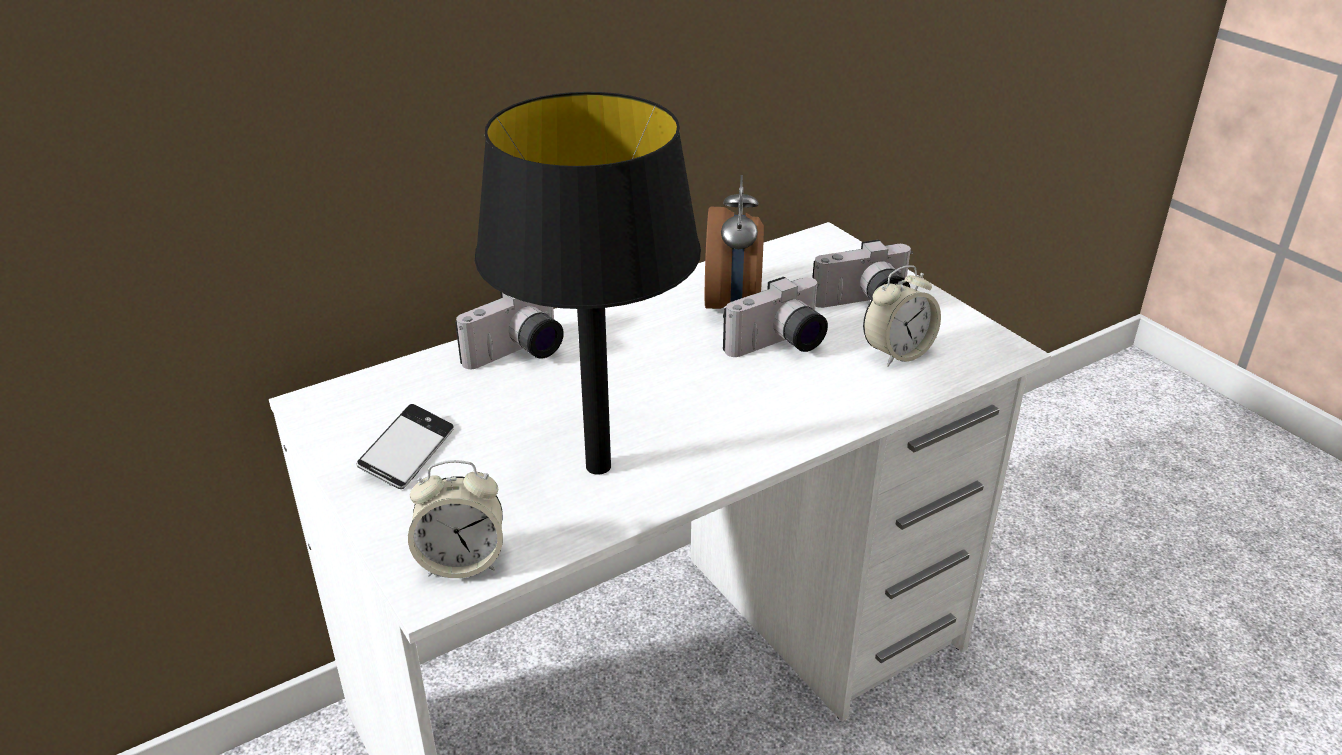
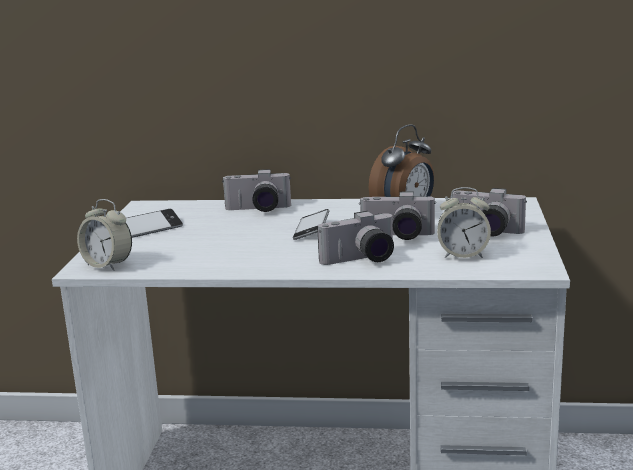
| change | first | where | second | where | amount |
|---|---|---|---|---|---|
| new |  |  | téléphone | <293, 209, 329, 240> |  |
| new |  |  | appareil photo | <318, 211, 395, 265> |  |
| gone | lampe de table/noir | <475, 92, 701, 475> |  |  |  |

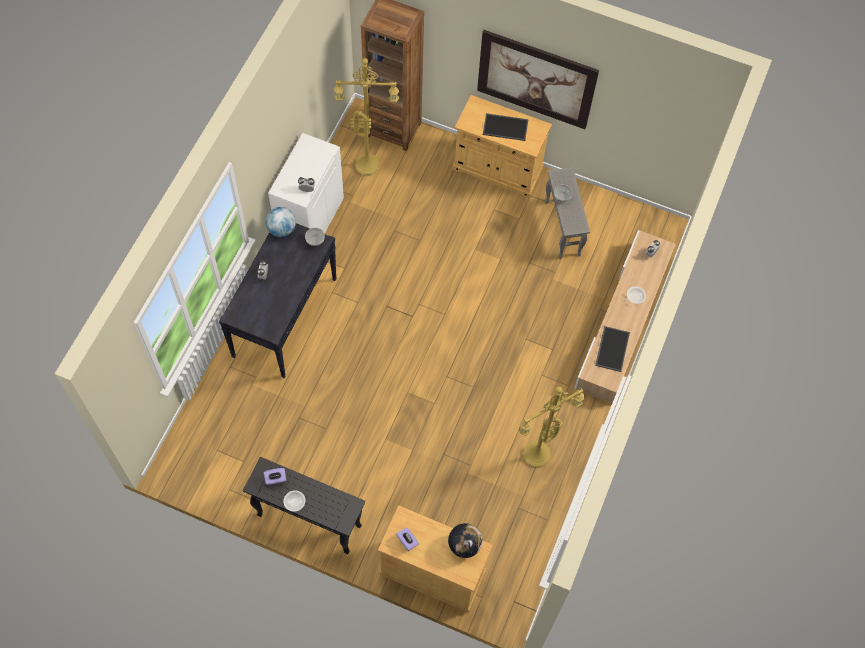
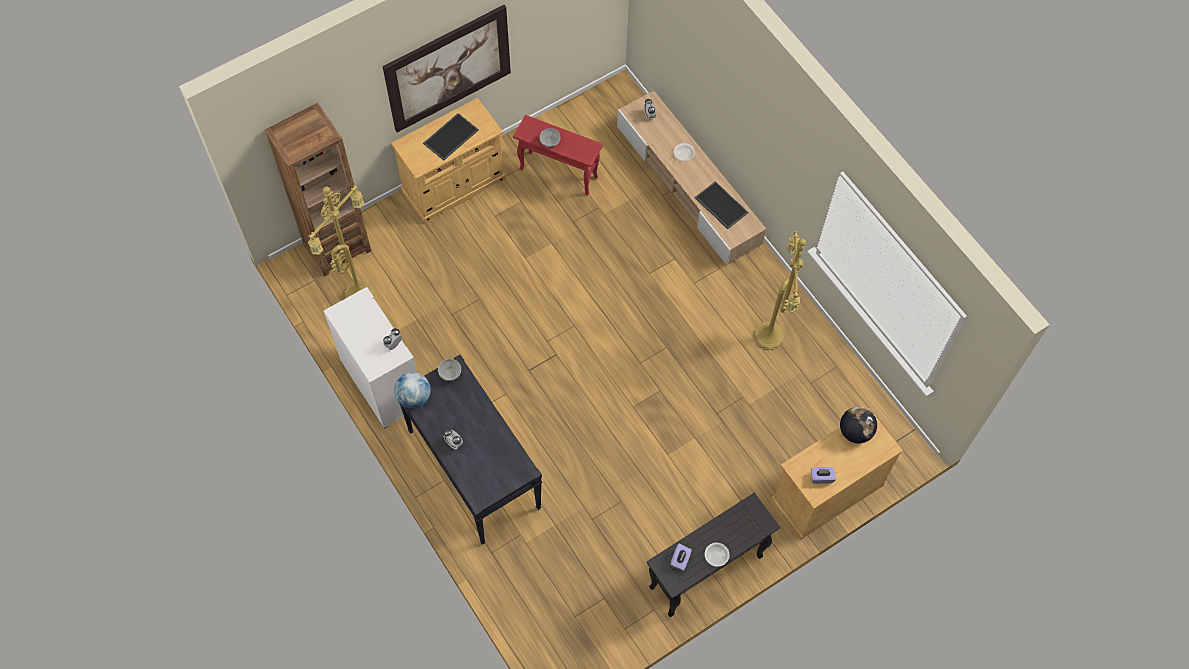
| change | first | where | second | where | amount |
|---|---|---|---|---|---|
| repainted | table d'appoint/gris | <545, 167, 590, 259> | table d'appoint/rouge | <513, 115, 603, 195> |  |

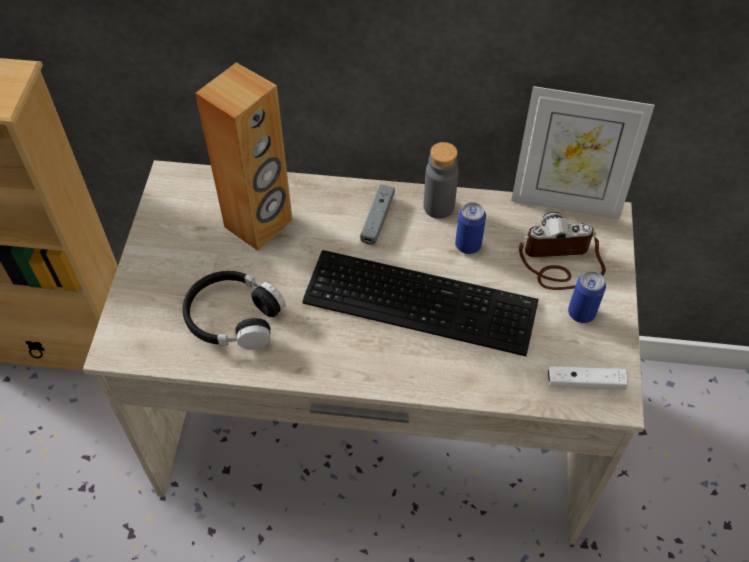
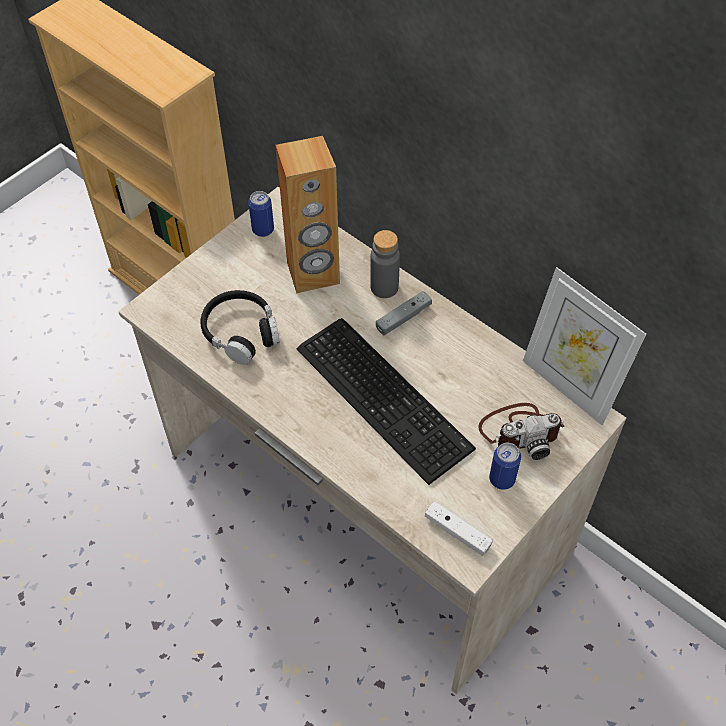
| change | first | where | second | where | amount |
|---|---|---|---|---|---|
| shifted | boîte métallique | <455, 202, 486, 254> |  | <248, 191, 274, 237> |  |
| shifted | bouteille/gris | <424, 142, 459, 219> |  | <370, 230, 400, 298> |  |
| rotated | appareil photo | <519, 212, 606, 290> |  | <478, 403, 565, 460> | 135 degrees clockwise |

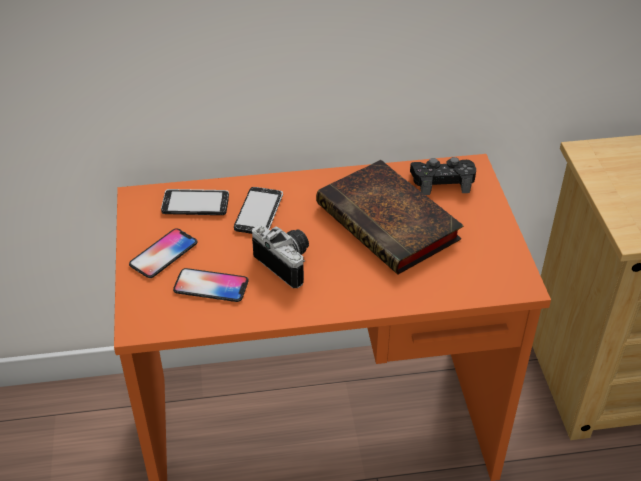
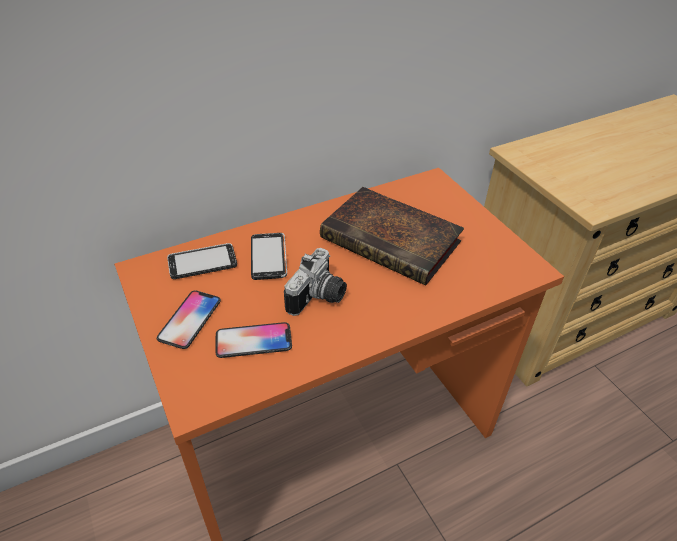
| change | first | where | second | where | amount |
|---|---|---|---|---|---|
| rotated | appareil photo | <252, 225, 309, 288> |  | <284, 248, 347, 316> | 90 degrees clockwise |
| gone | manette/noir | <410, 157, 476, 195> |  |  |  |

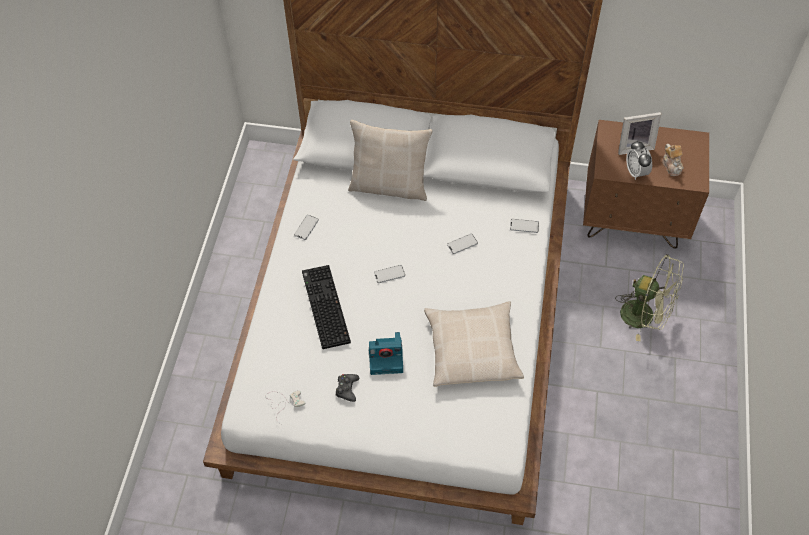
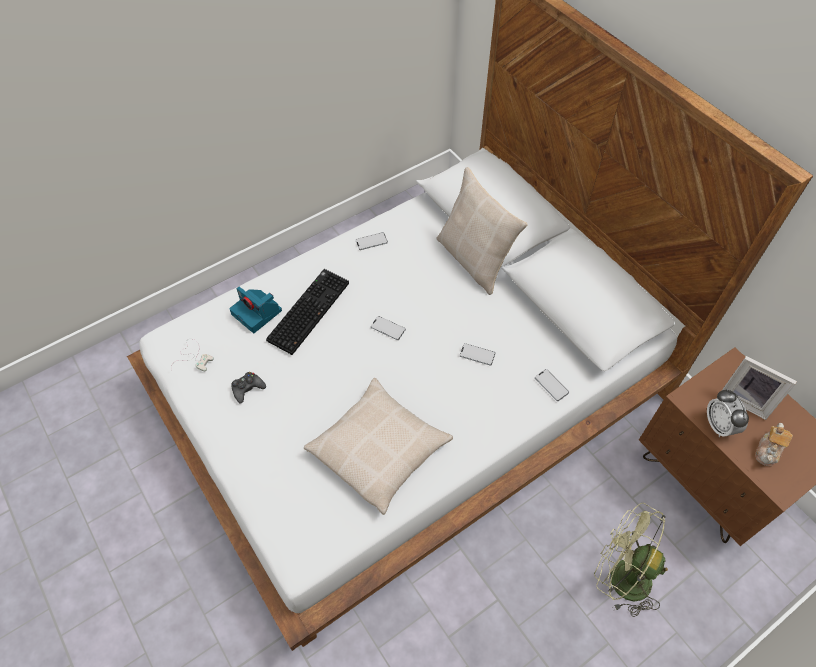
| change | first | where | second | where | amount |
|---|---|---|---|---|---|
| shifted | appareil photo | <369, 332, 403, 375> |  | <229, 287, 282, 333> |  |
| rotated | ventilateur/vert | <615, 254, 684, 341> |  | <594, 503, 668, 617> | 135 degrees clockwise |
| rotated | réveil | <626, 140, 652, 180> |  | <707, 389, 749, 437> | 45 degrees counterclockwise |

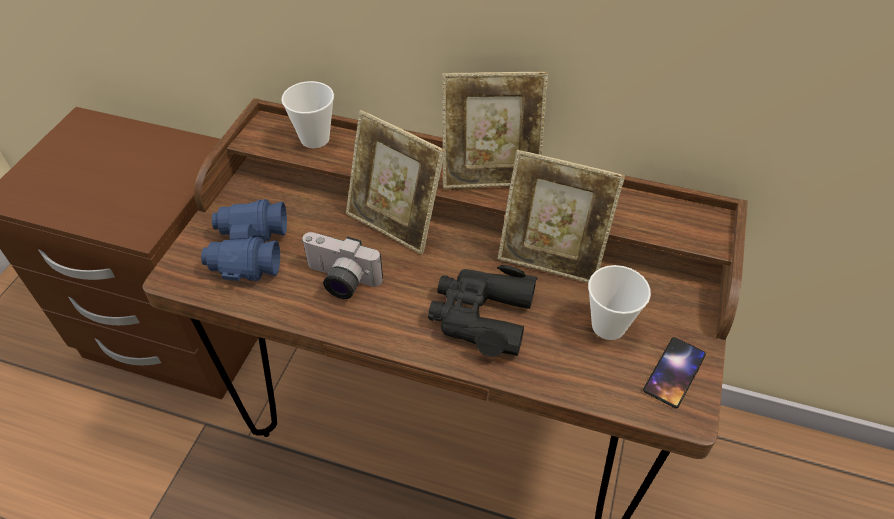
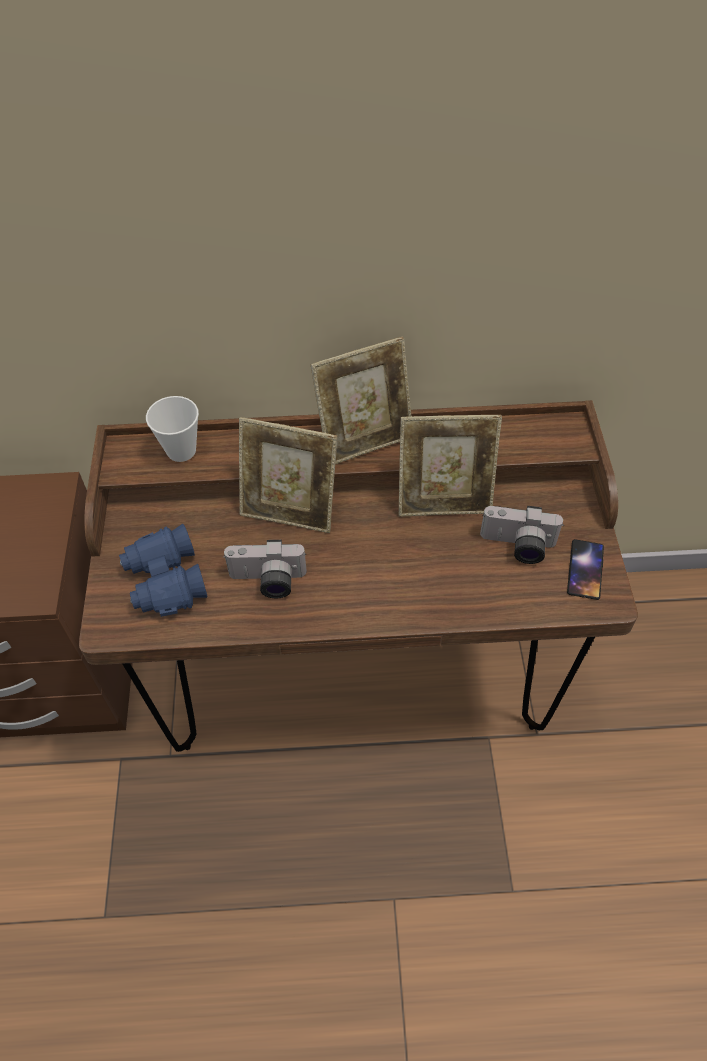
| change | first | where | second | where | amount |
|---|---|---|---|---|---|
| swapped | tasse | <588, 265, 651, 340> | appareil photo | <480, 506, 563, 564> |  |
| gone | jumelles/noir | <428, 265, 538, 357> |  |  |  |

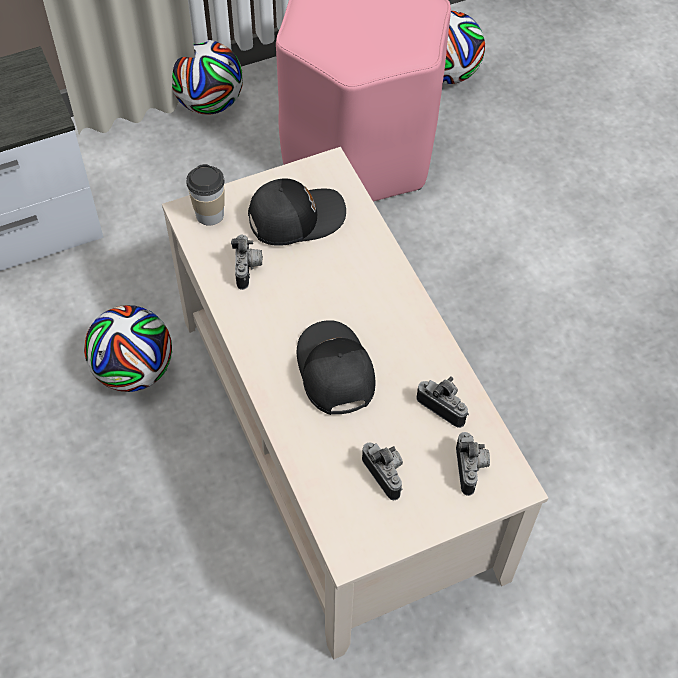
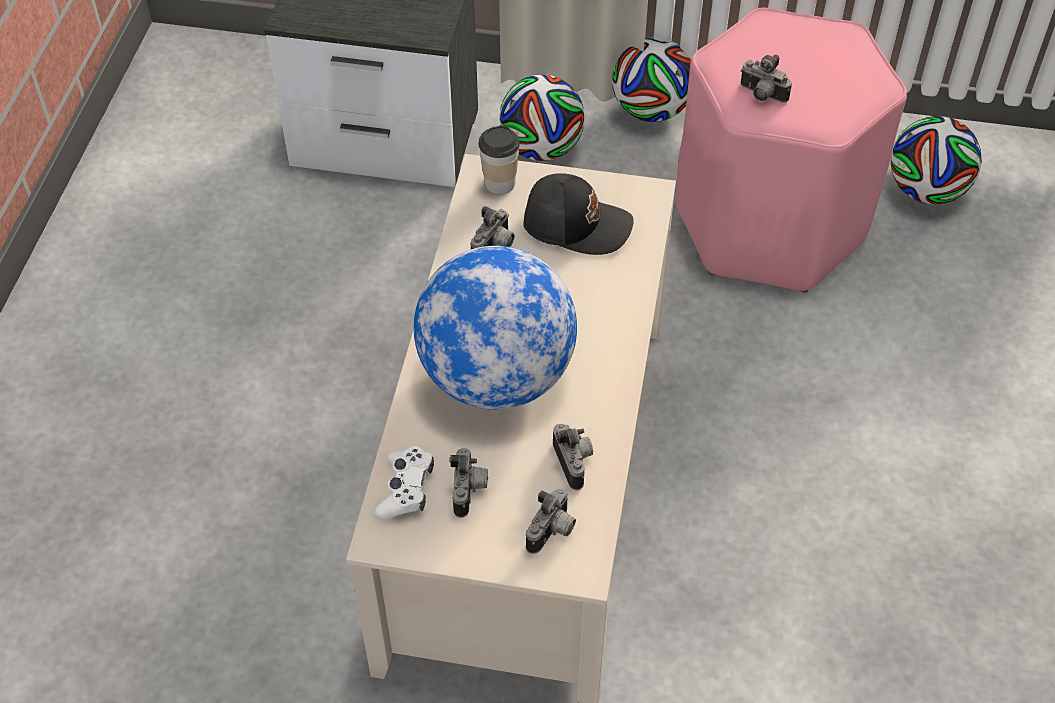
| change | first | where | second | where | amount |
|---|---|---|---|---|---|
| new |  |  | manette/blanc | <375, 446, 434, 519> |  |
| swapped | casquette/noir | <297, 320, 375, 415> | globe | <414, 246, 577, 410> |  |
| shifted | ballon de foot | <84, 305, 172, 392> |  | <499, 74, 585, 161> |  |
| new |  |  | appareil photo | <740, 54, 792, 103> |  |

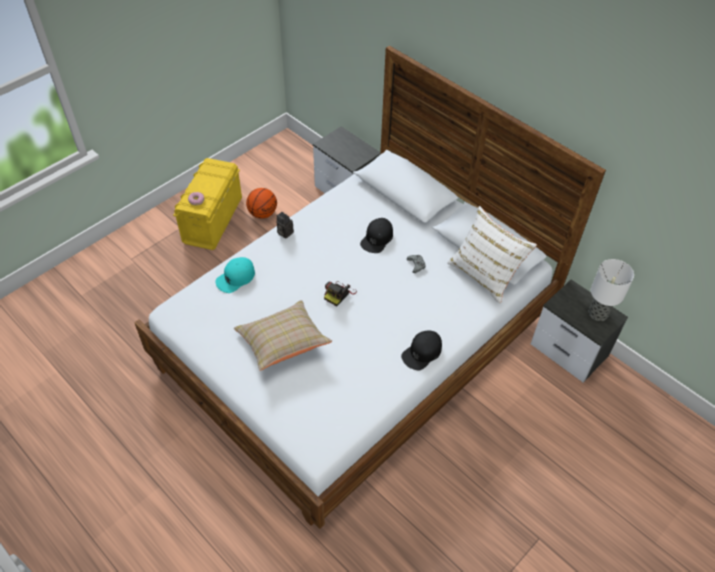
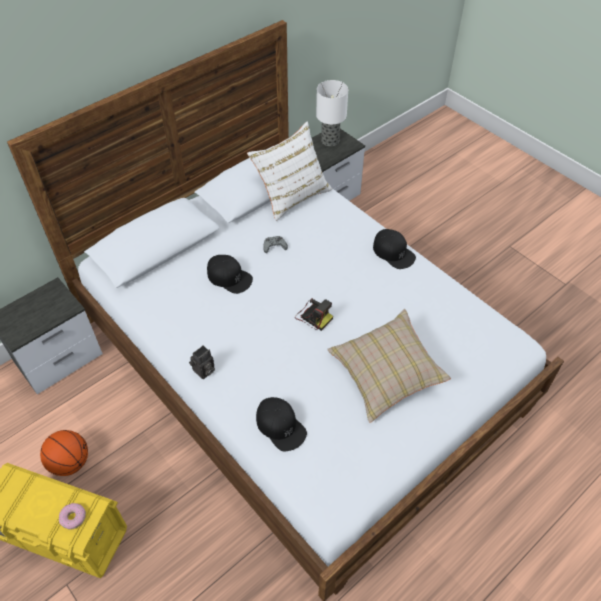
| change | first | where | second | where | amount |
|---|---|---|---|---|---|
| repainted | casquette/turquoise | <215, 257, 255, 293> | casquette/noir | <256, 397, 307, 451> |  |

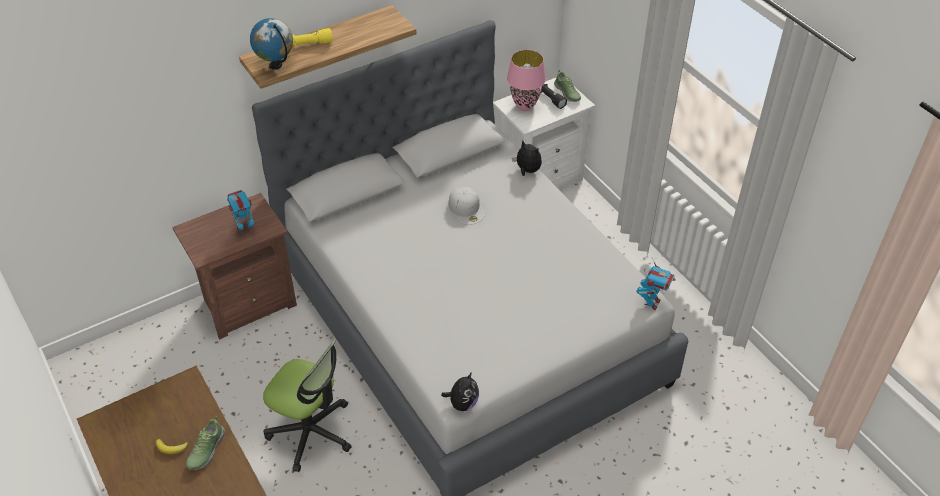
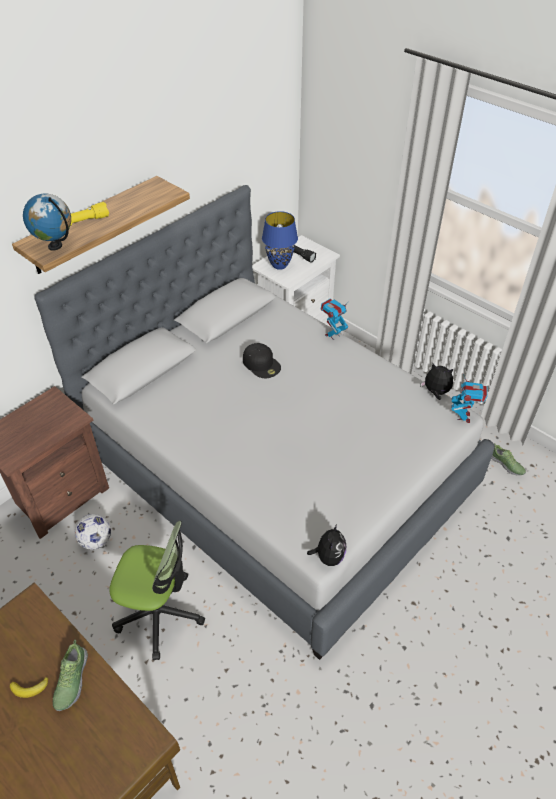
| change | first | where | second | where | amount |
|---|---|---|---|---|---|
| new |  |  | ballon de foot | <75, 514, 111, 550> |  |
| repainted | casquette/blanc | <449, 187, 485, 225> | casquette/noir | <243, 343, 281, 378> |  |
| repainted | lampe de table/rose | <507, 49, 546, 111> | lampe de table/bleu | <262, 211, 298, 270> |  |
| shifted | robot jouet | <227, 190, 254, 235> |  | <321, 299, 348, 340> |  |
| shifted | peluche | <512, 140, 542, 176> |  | <421, 364, 453, 400> |  |
| shifted | chaussure | <554, 70, 581, 102> |  | <491, 443, 526, 476> |  |

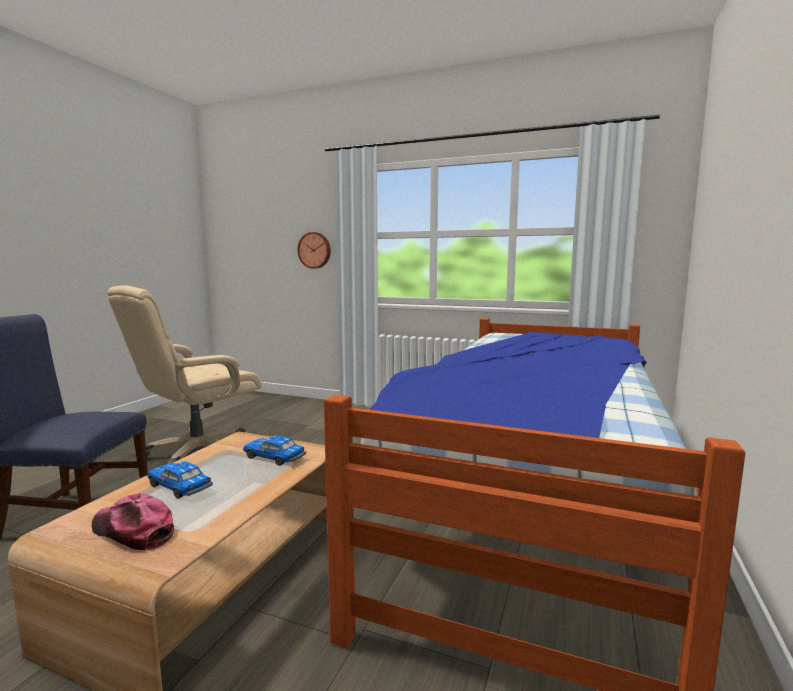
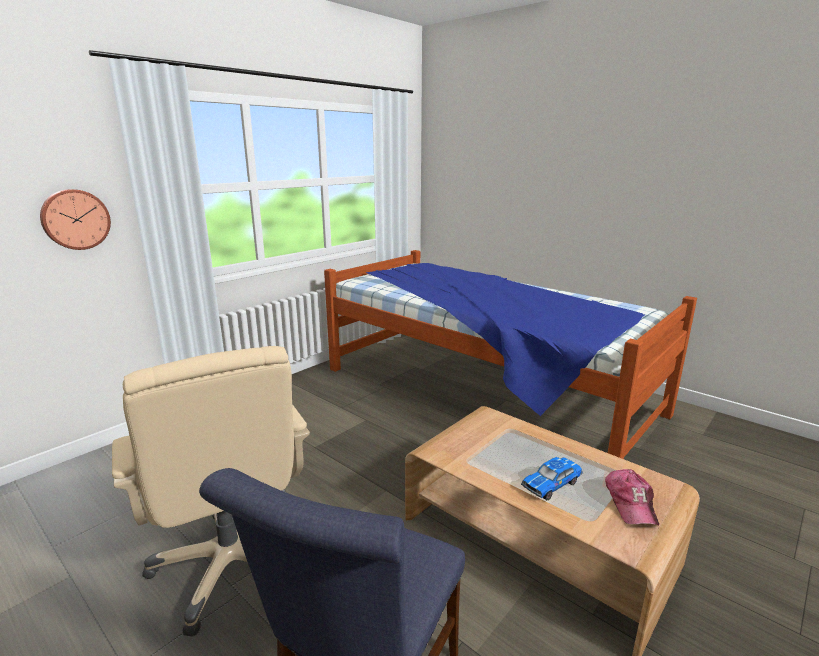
| change | first | where | second | where | amount |
|---|---|---|---|---|---|
| rotated | casquette | <92, 493, 174, 551> |  | <605, 469, 659, 525> | 45 degrees counterclockwise |
| gone | petite voiture | <243, 435, 306, 466> |  |  |  |

